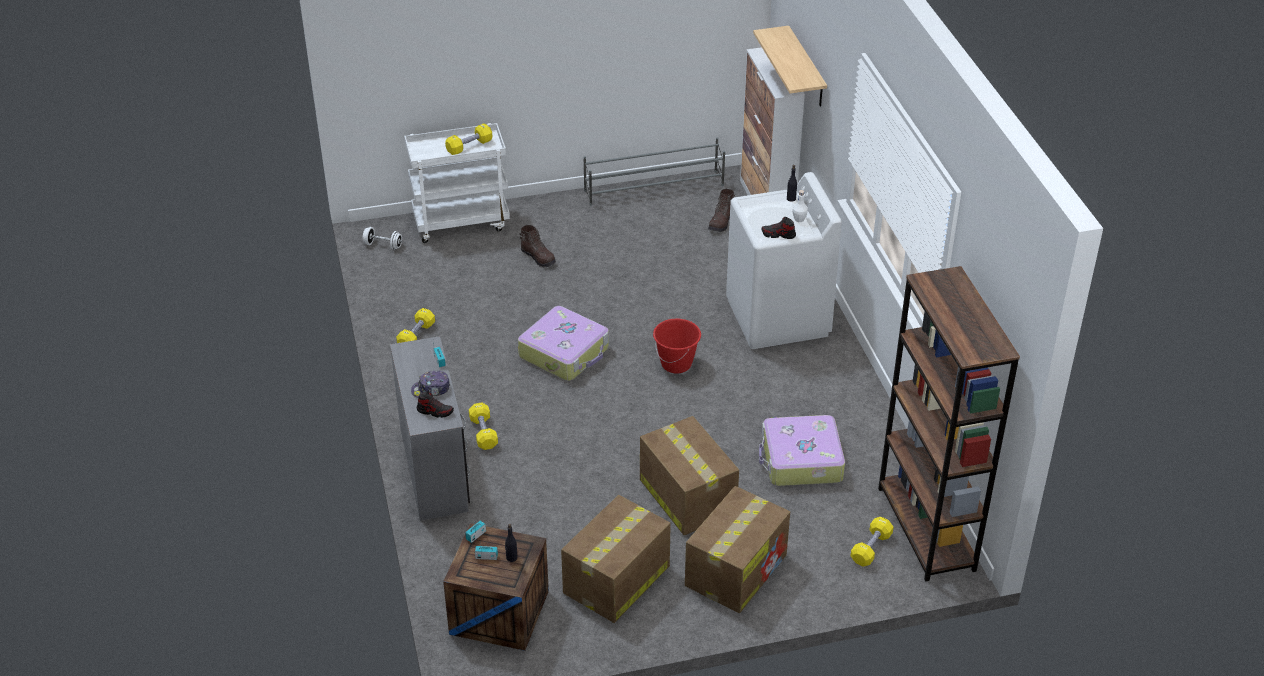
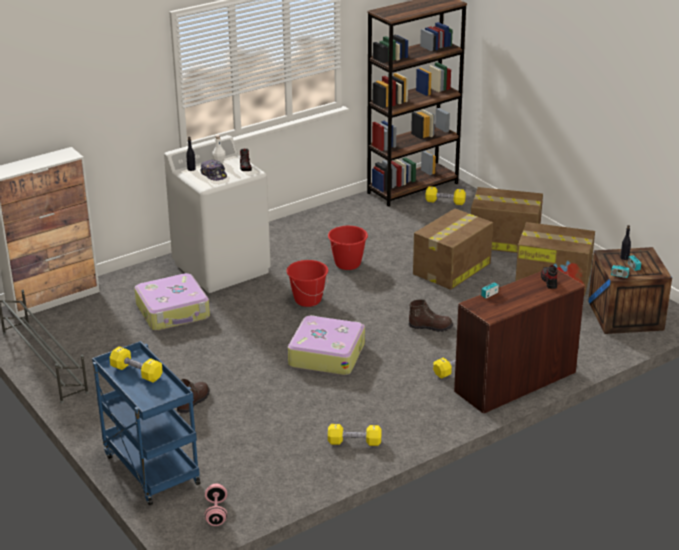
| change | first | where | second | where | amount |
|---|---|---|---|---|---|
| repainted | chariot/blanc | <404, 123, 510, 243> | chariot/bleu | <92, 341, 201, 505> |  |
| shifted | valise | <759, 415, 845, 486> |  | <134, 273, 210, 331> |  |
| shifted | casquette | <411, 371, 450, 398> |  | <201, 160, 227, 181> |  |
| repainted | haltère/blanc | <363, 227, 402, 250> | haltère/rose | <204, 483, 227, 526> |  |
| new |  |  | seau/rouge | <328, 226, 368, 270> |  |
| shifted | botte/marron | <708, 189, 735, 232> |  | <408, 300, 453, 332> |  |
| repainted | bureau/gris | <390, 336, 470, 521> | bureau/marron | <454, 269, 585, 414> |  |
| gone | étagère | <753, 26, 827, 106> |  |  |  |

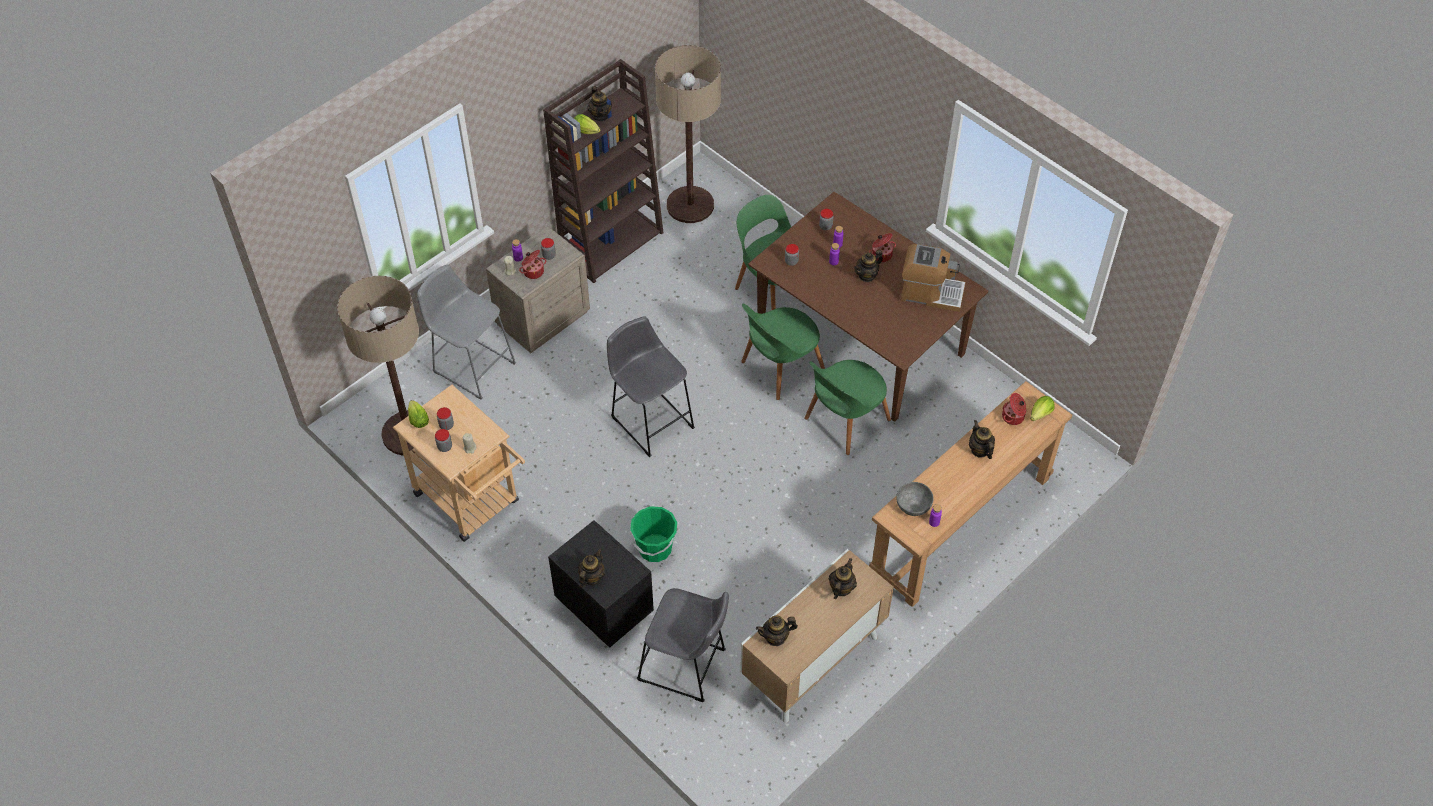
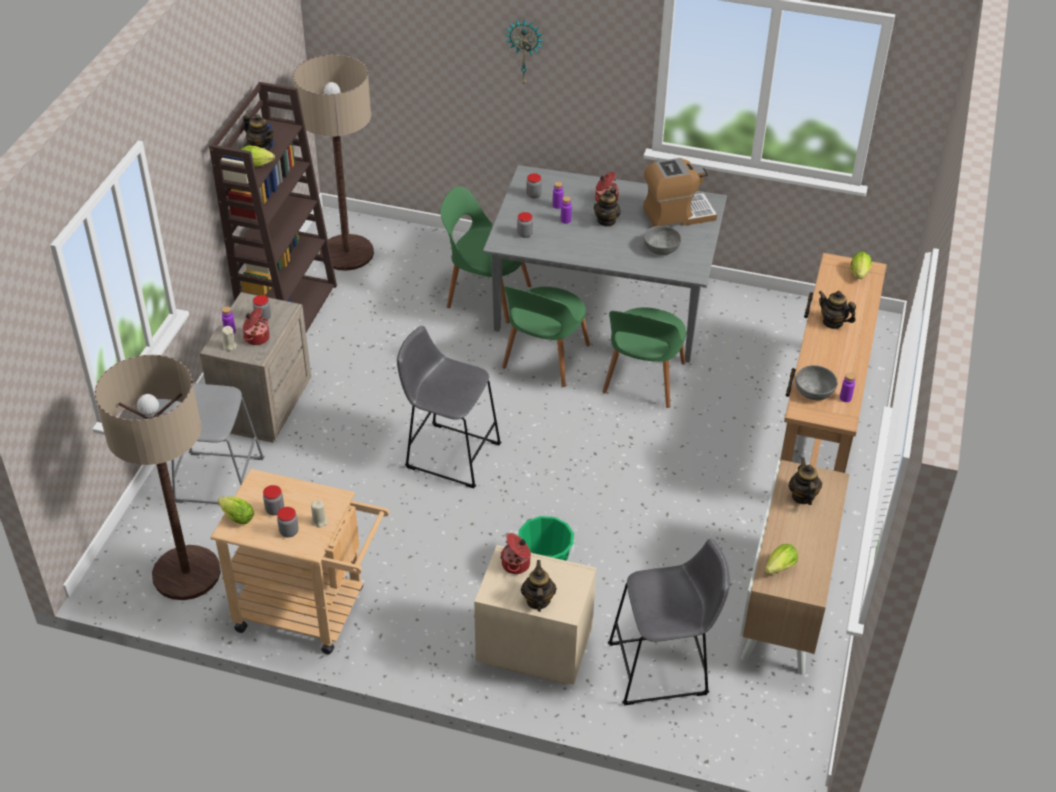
| change | first | where | second | where | amount |
|---|---|---|---|---|---|
| repainted | table de chevet/noir | <548, 520, 654, 648> | table de chevet/beige | <474, 545, 596, 685> |  |
| repainted | table à manger/marron | <748, 192, 988, 422> | table à manger/gris | <483, 165, 727, 363> |  |
| shifted | marmite | <1002, 393, 1026, 425> |  | <500, 533, 531, 574> |  |
| new |  |  | horloge murale | <505, 19, 543, 86> |  |
| new |  |  | bol/gris | <644, 226, 681, 255> |  |
| swapped | théière | <756, 616, 798, 646> | laitue | <765, 544, 798, 574> |  |

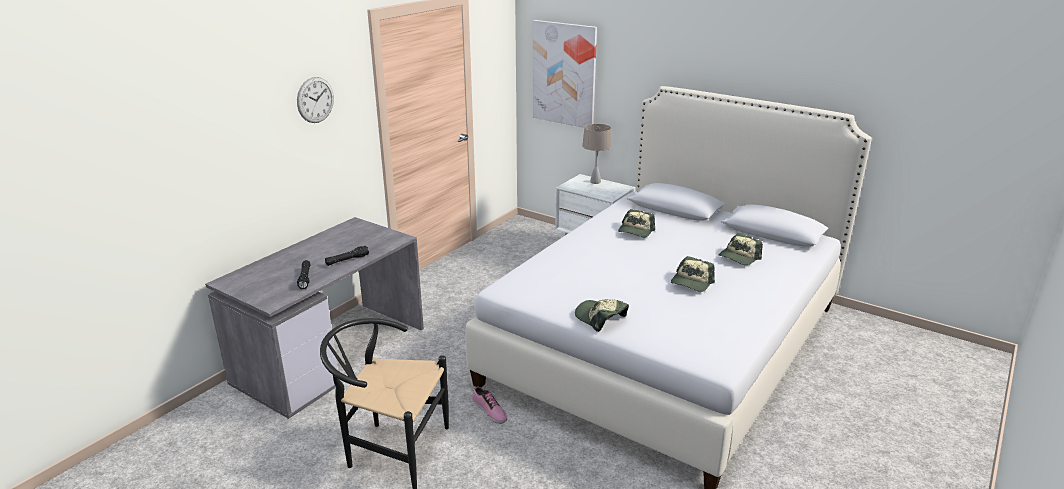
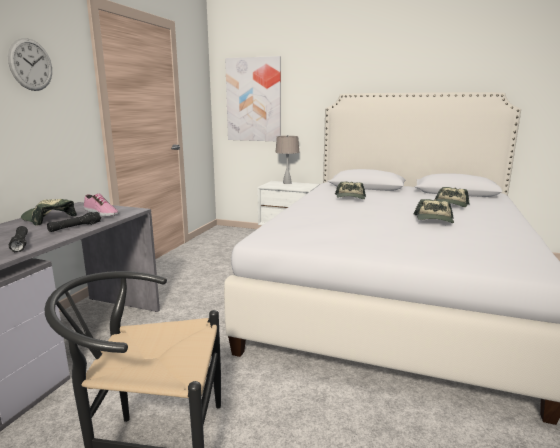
| change | first | where | second | where | amount |
|---|---|---|---|---|---|
| shifted | casquette | <575, 299, 629, 332> |  | <21, 199, 77, 226> |  |
| shifted | chaussure | <472, 387, 507, 424> |  | <84, 193, 119, 216> |  |

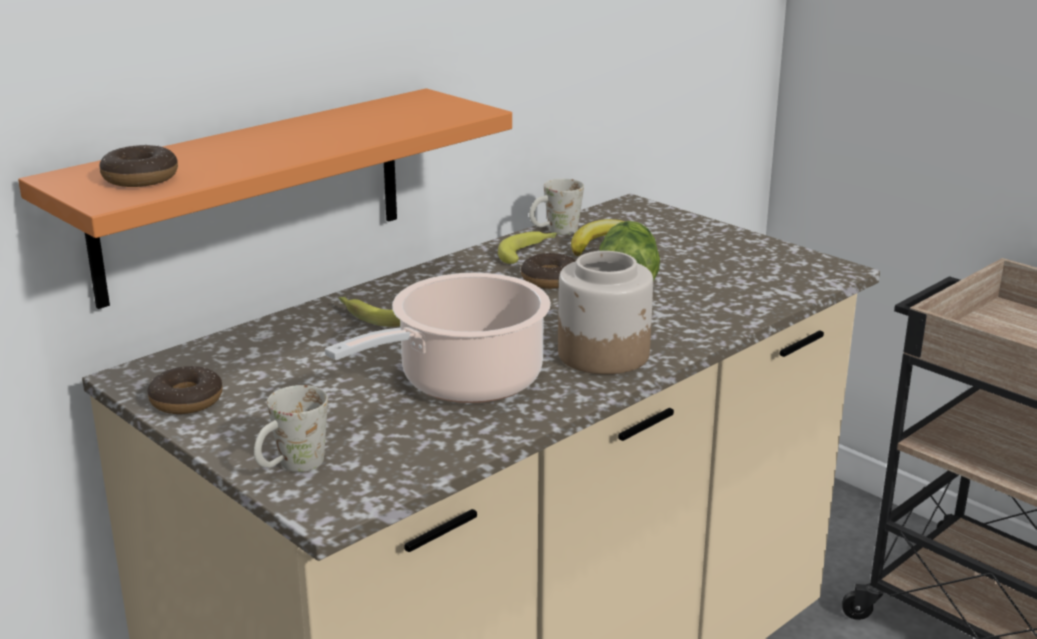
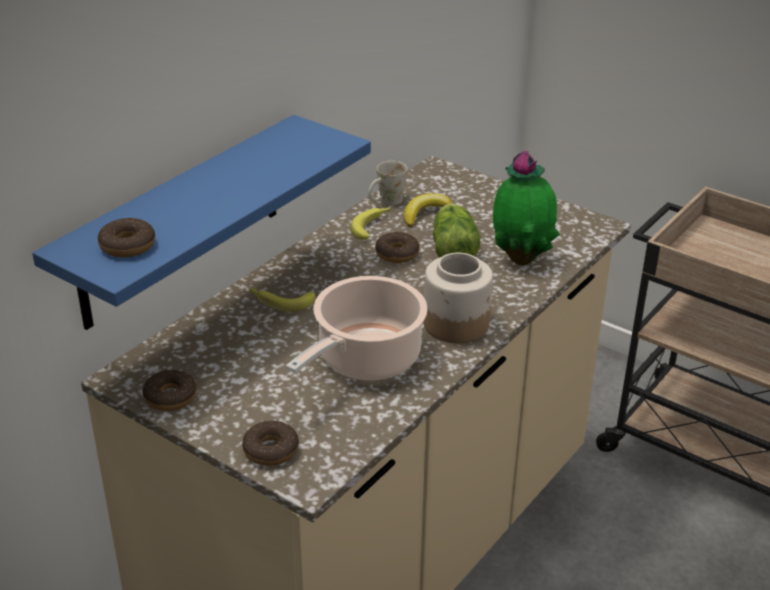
| change | first | where | second | where | amount |
|---|---|---|---|---|---|
| repainted | étagère/orange | <18, 88, 512, 309> | étagère/bleu | <32, 115, 371, 330> |  |
| swapped | mug/blanc | <254, 385, 328, 472> | beignet | <242, 421, 299, 466> |  |
| new |  |  | plante en pot | <493, 151, 560, 265> |  |

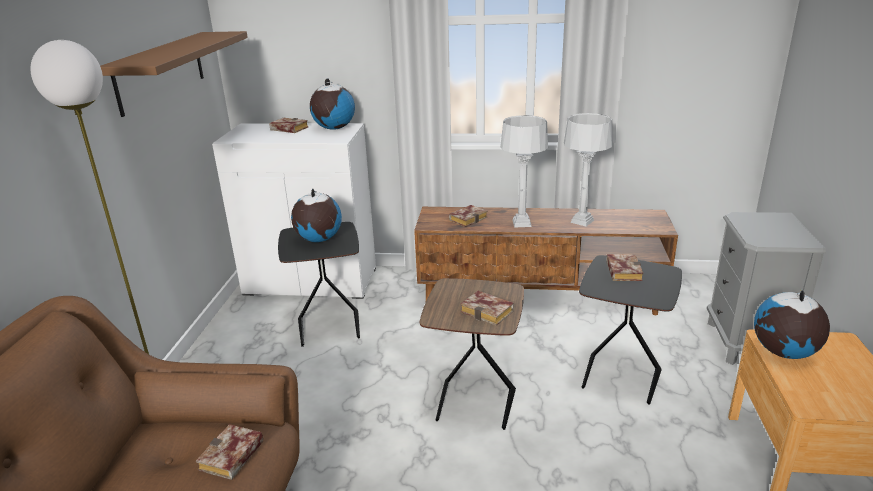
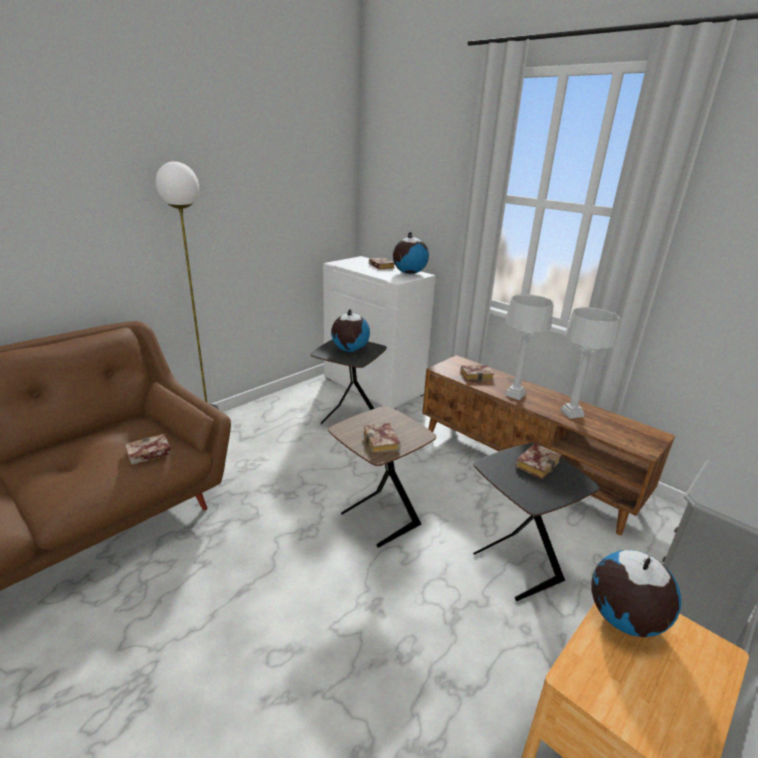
| change | first | where | second | where | amount |
|---|---|---|---|---|---|
| gone | étagère/marron | <100, 31, 248, 117> |  |  |  |

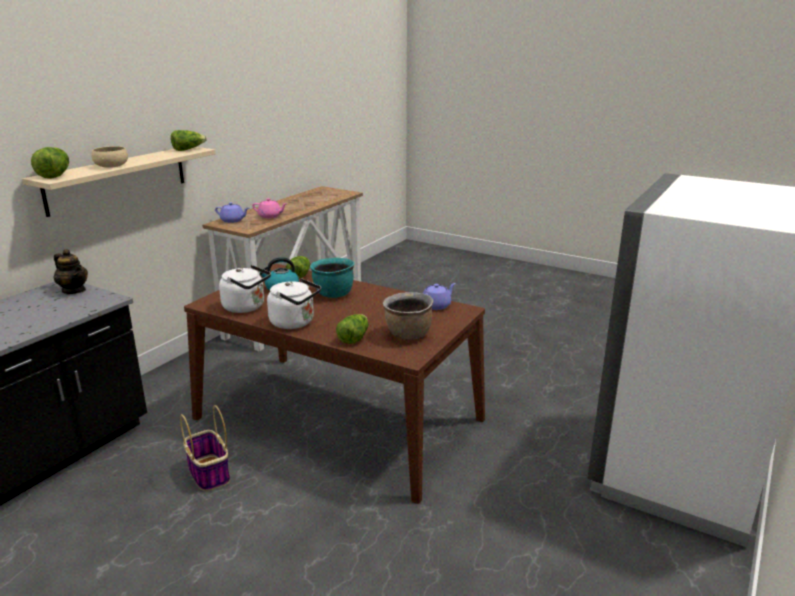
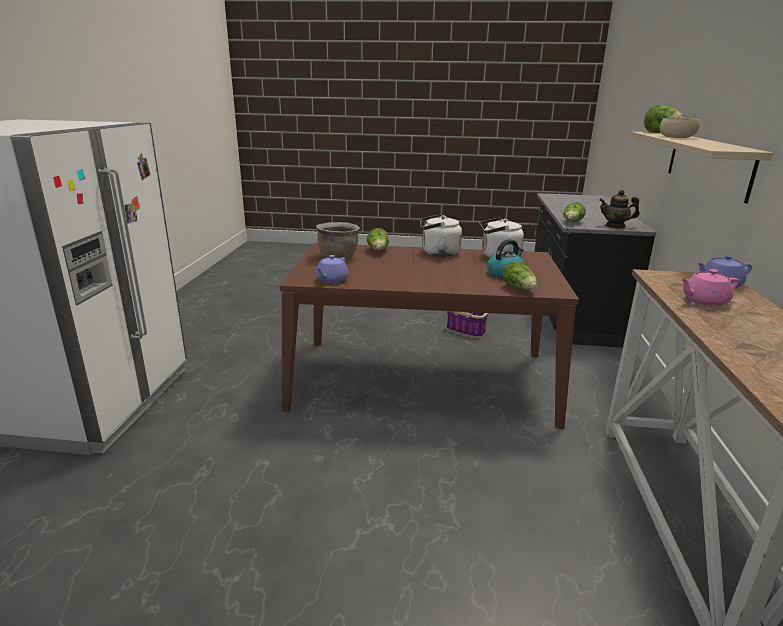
| change | first | where | second | where | amount |
|---|---|---|---|---|---|
| shifted | laitue | <171, 130, 207, 151> |  | <563, 202, 586, 222> |  |
| gone | marmite/turquoise | <310, 258, 354, 298> |  |  |  |

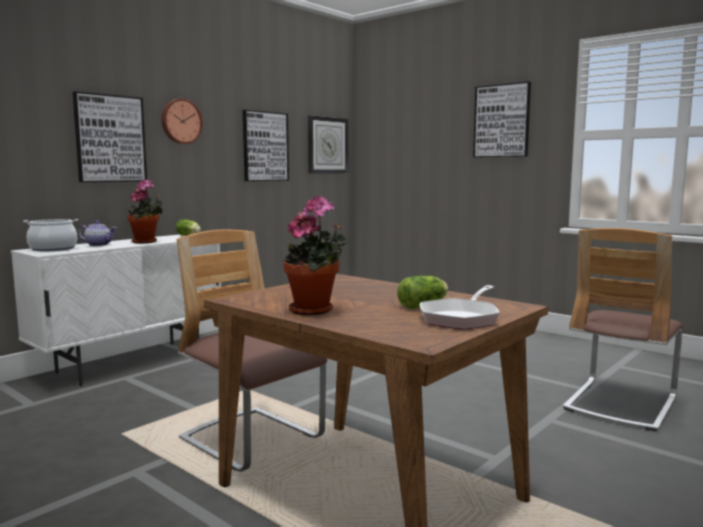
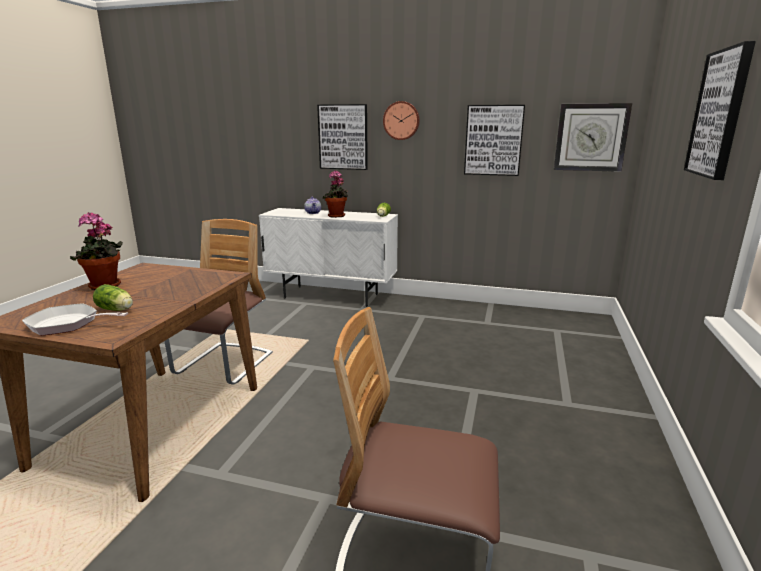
| change | first | where | second | where | amount |
|---|---|---|---|---|---|
| gone | marmite | <23, 219, 78, 251> |  |  |  |

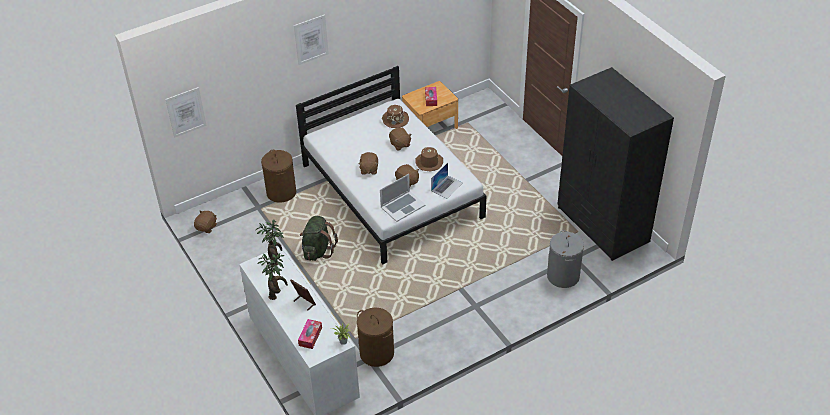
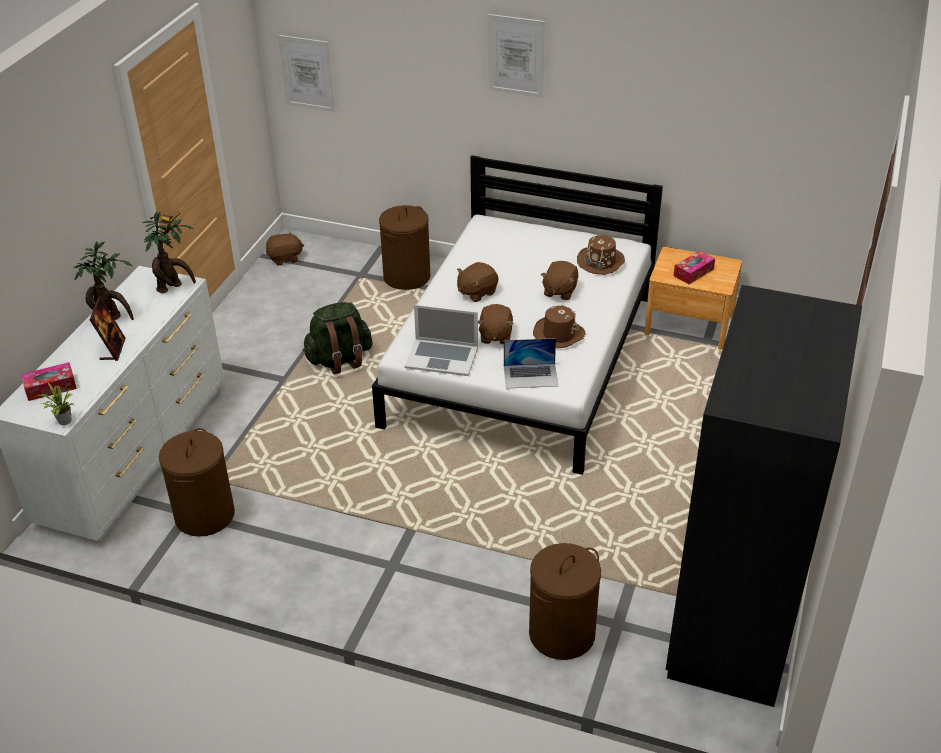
| change | first | where | second | where | amount |
|---|---|---|---|---|---|
| repainted | panier à linge/gris | <547, 230, 584, 288> | panier à linge/marron | <529, 543, 601, 660> |  |

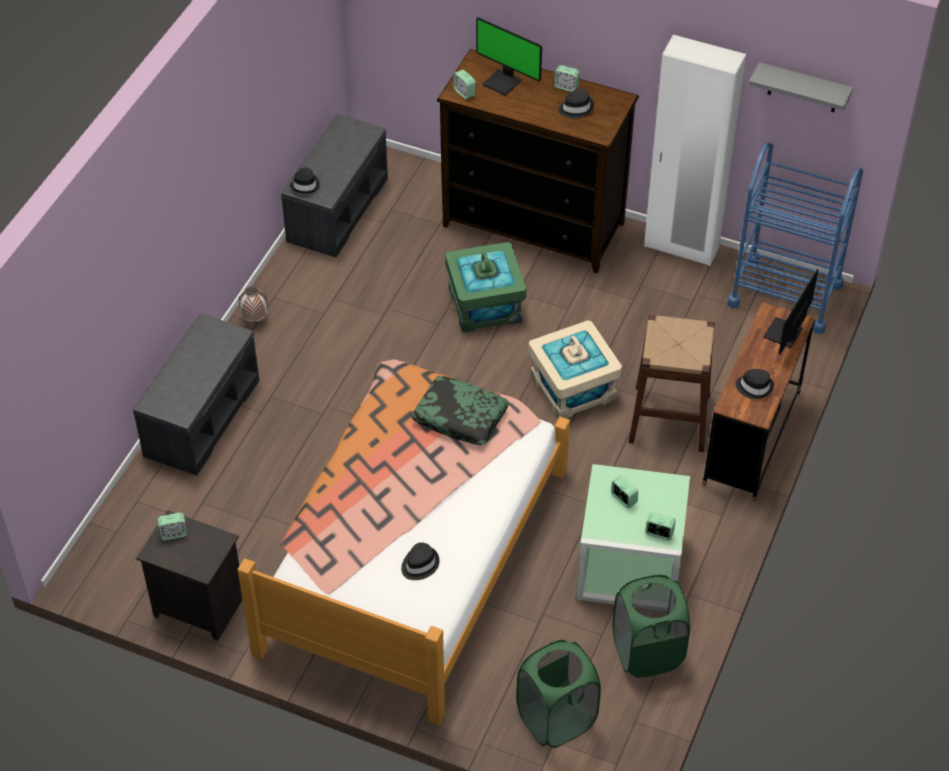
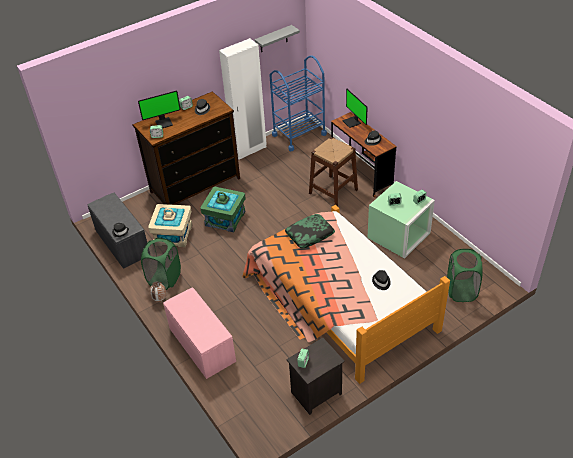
| change | first | where | second | where | amount |
|---|---|---|---|---|---|
| shifted | panier à linge/vert | <613, 575, 690, 678> |  | <141, 238, 181, 290> |  |
| shifted | boîte de rangement/beige | <528, 320, 622, 419> |  | <148, 204, 192, 247> |  |
| repainted | banc/gris | <133, 314, 260, 476> | banc/rose | <163, 287, 236, 379> |  |

